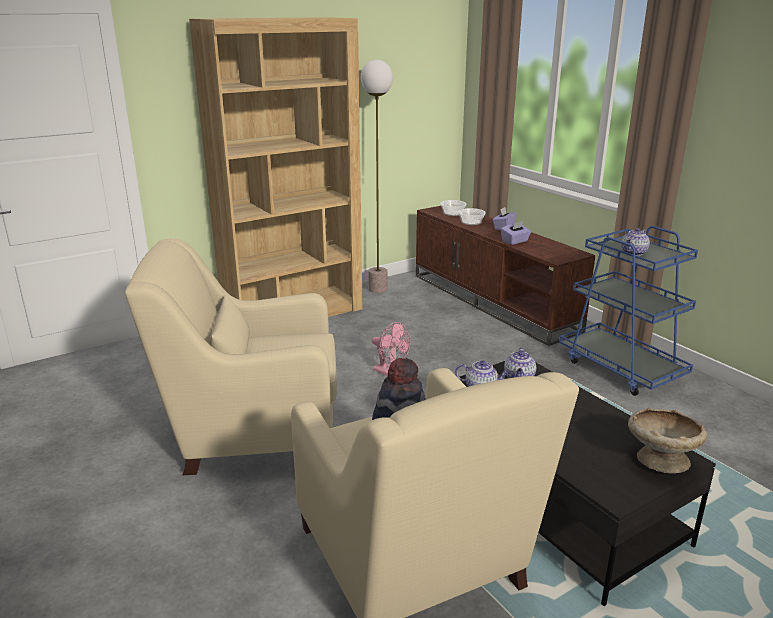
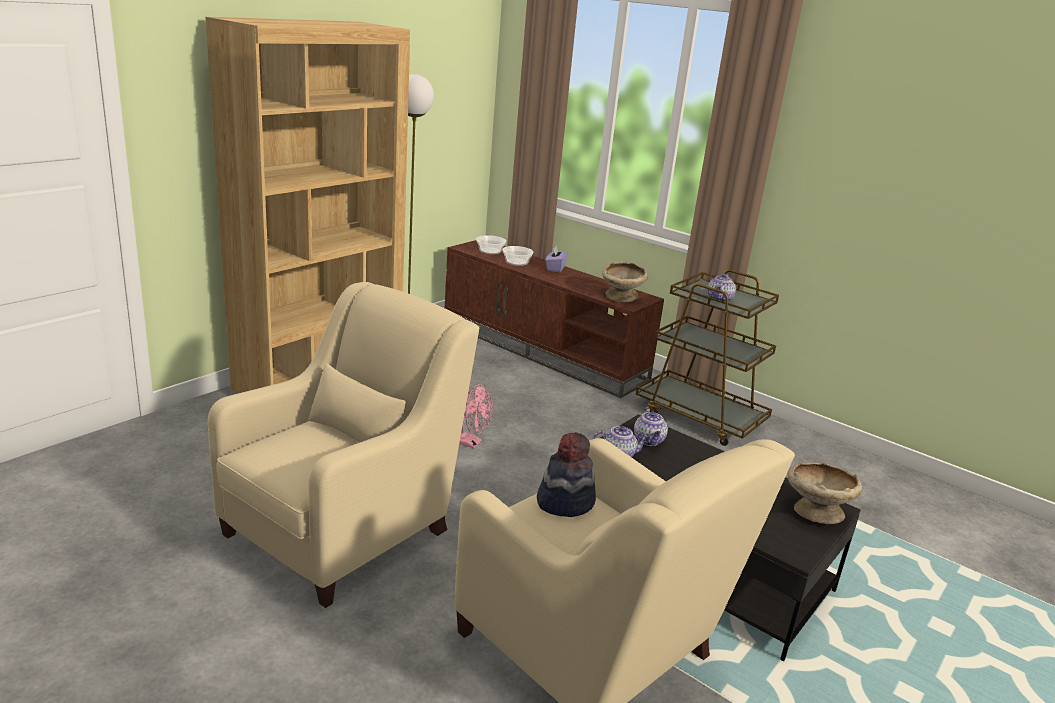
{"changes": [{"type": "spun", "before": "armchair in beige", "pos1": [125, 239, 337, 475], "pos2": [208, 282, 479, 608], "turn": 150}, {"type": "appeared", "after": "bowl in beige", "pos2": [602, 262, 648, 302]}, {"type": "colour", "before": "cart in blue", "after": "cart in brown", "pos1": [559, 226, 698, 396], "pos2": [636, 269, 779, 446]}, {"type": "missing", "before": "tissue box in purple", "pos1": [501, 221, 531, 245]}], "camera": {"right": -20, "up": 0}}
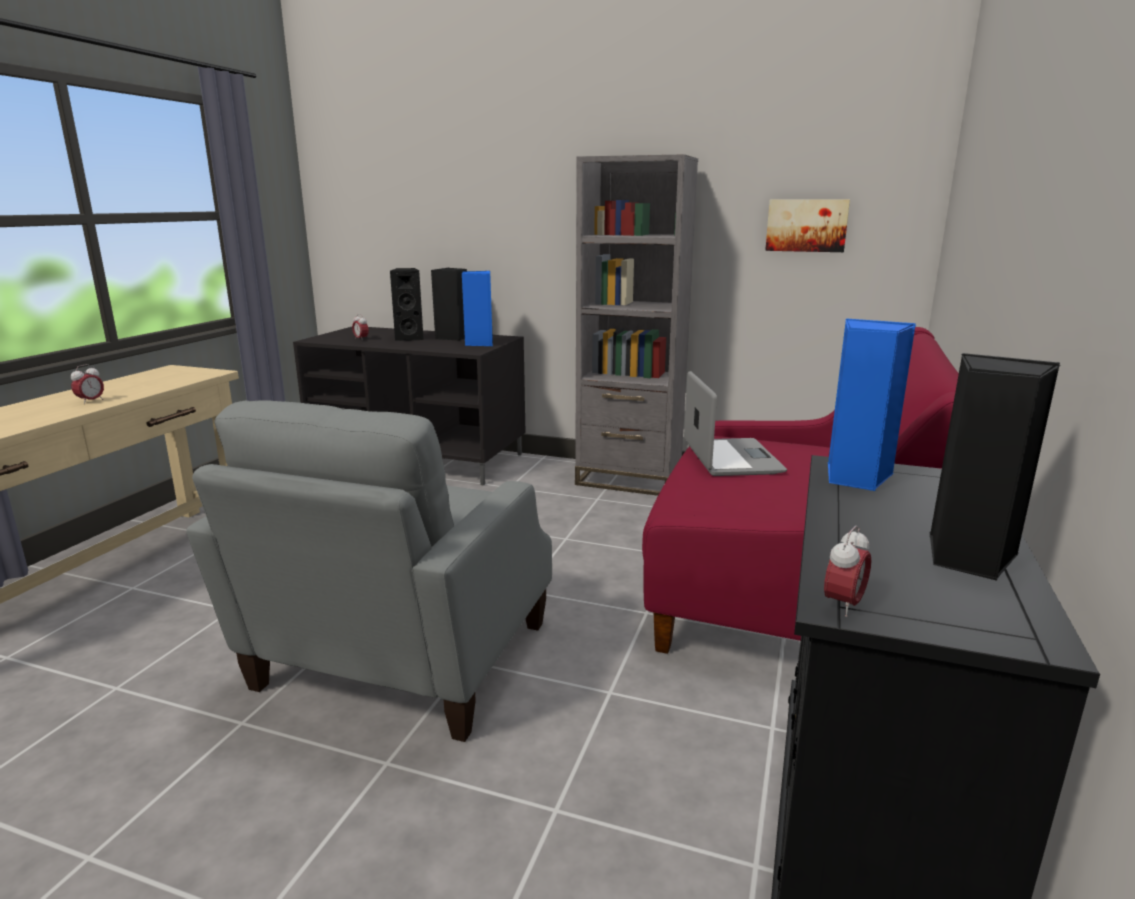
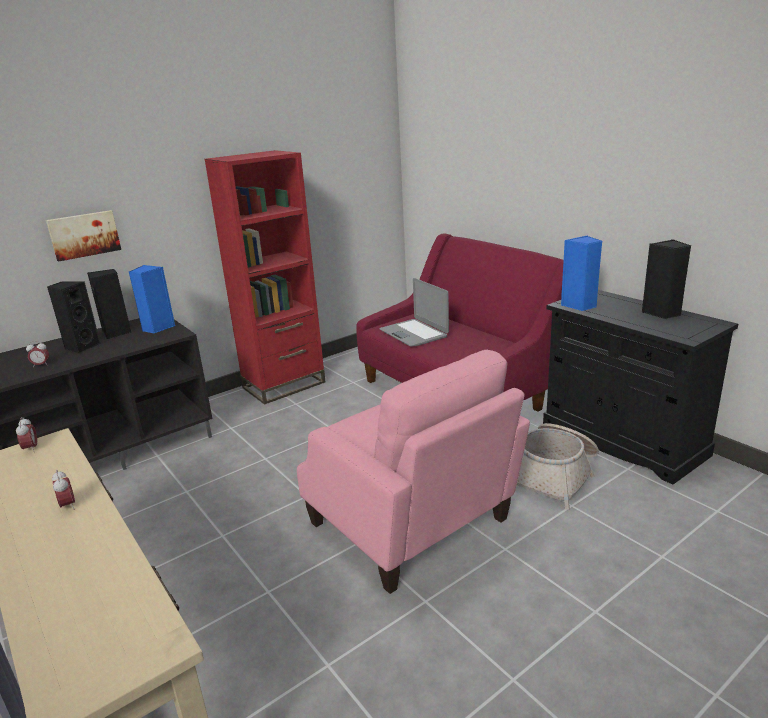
{"changes": [{"type": "relocated", "before": "alarm clock", "pos1": [824, 526, 871, 617], "pos2": [16, 417, 37, 451]}, {"type": "relocated", "before": "picture", "pos1": [765, 200, 850, 252], "pos2": [46, 210, 121, 262]}, {"type": "colour", "before": "bookcase in grey", "after": "bookcase in red", "pos1": [575, 154, 698, 496], "pos2": [204, 150, 326, 405]}, {"type": "colour", "before": "armchair in grey", "after": "armchair in pink", "pos1": [186, 400, 552, 742], "pos2": [297, 350, 530, 594]}, {"type": "spun", "before": "laptop", "pos1": [684, 371, 787, 476], "pos2": [379, 278, 449, 347], "turn": -150}, {"type": "appeared", "after": "basket", "pos2": [517, 423, 599, 510]}], "camera": {"right": -55, "up": 5}}
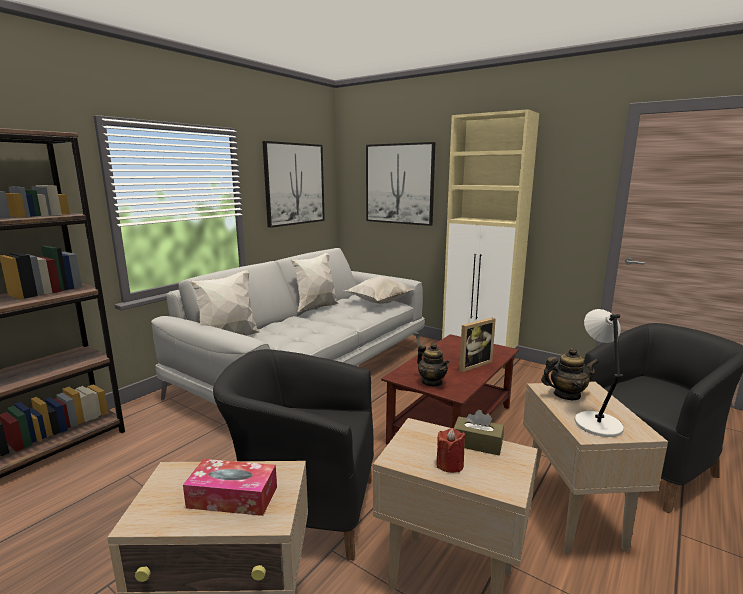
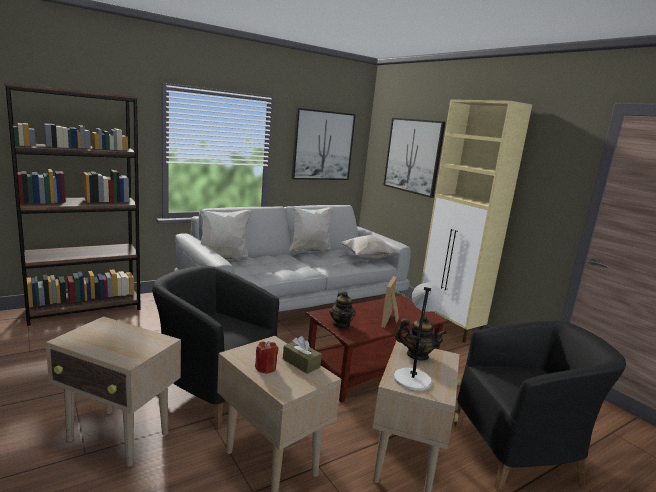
{"changes": [{"type": "spun", "before": "picture frame", "pos1": [459, 318, 496, 372], "pos2": [381, 276, 399, 328], "turn": 120}, {"type": "missing", "before": "tissue box", "pos1": [183, 459, 277, 516]}], "camera": {"right": 20, "up": 0}}
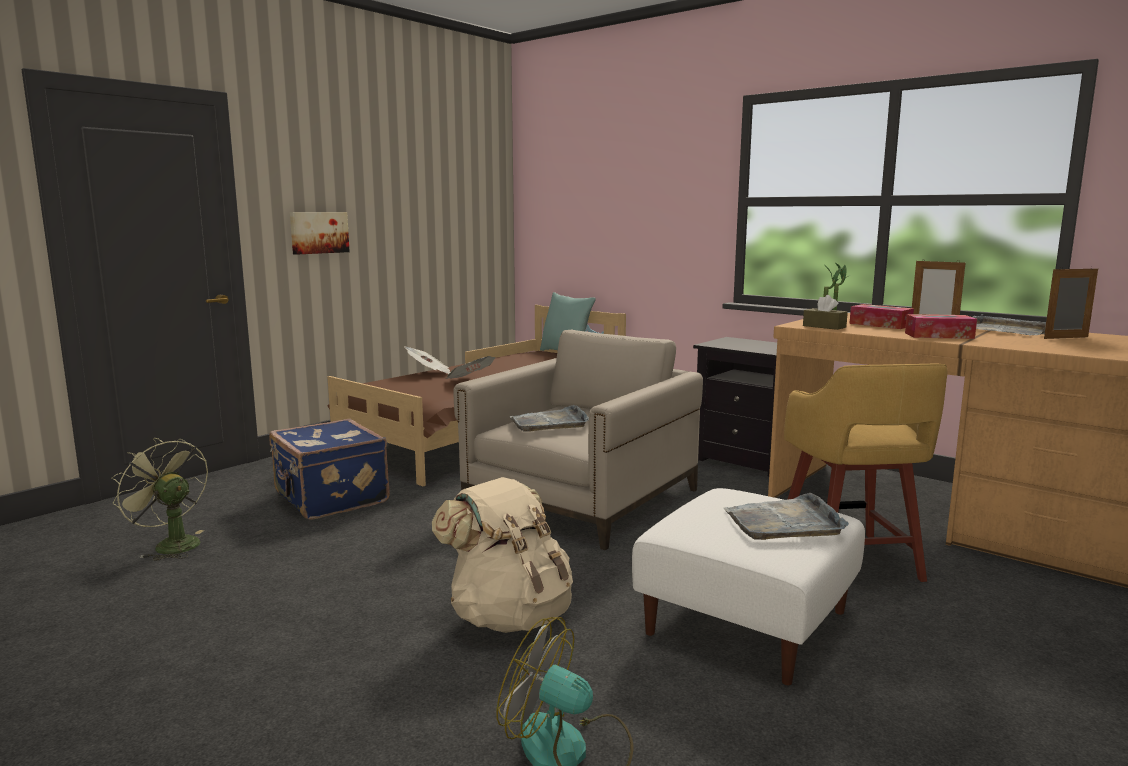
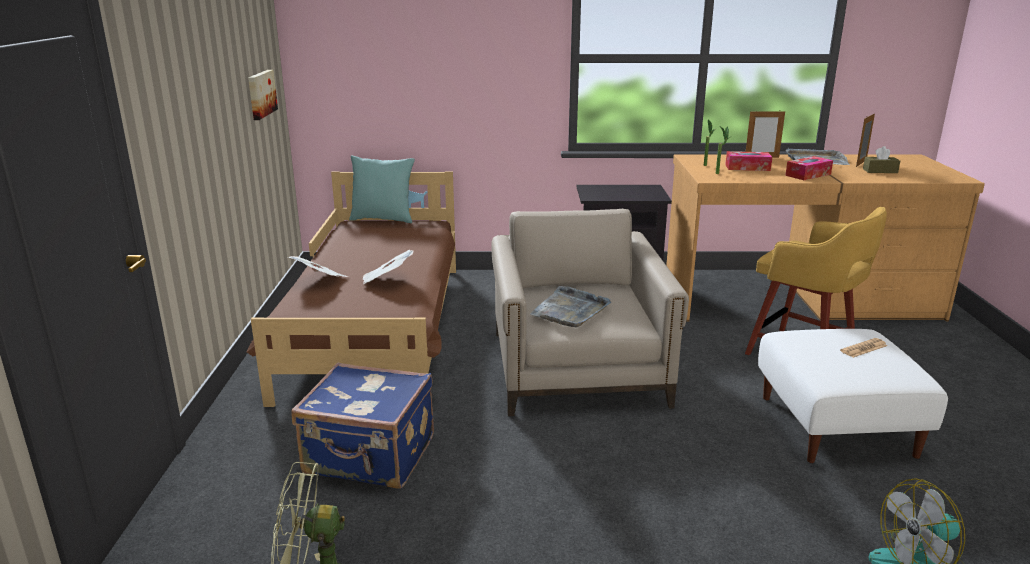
{"changes": [{"type": "relocated", "before": "picture", "pos1": [290, 212, 350, 255], "pos2": [248, 70, 278, 120]}, {"type": "exchanged", "before": "tray in grey", "after": "newspaper", "pos1": [724, 493, 849, 540], "pos2": [840, 338, 887, 358]}, {"type": "relocated", "before": "tissue box in brown", "pos1": [803, 295, 848, 330], "pos2": [863, 146, 900, 173]}, {"type": "missing", "before": "backpack in beige", "pos1": [432, 477, 573, 633]}], "camera": {"right": -40, "up": 10}}
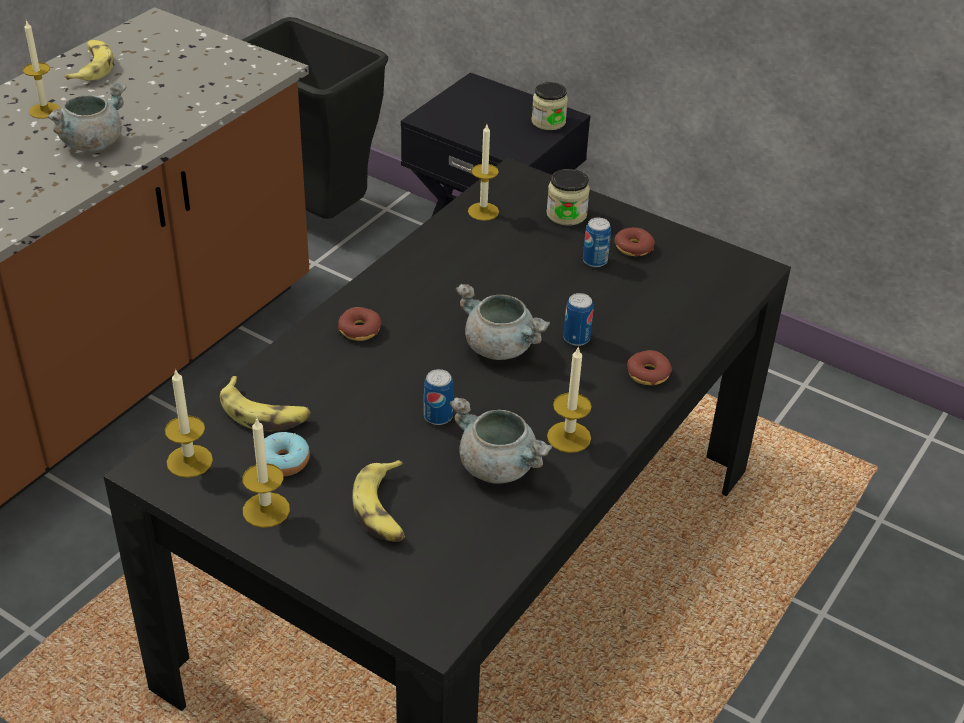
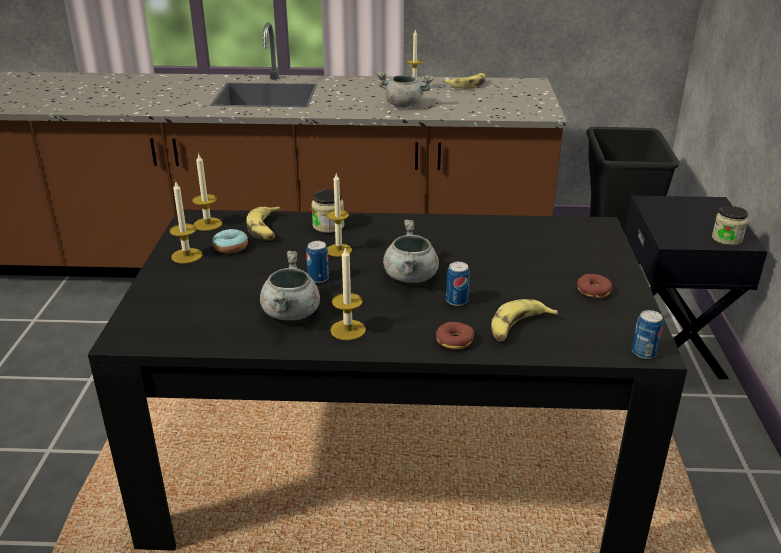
{"changes": [{"type": "relocated", "before": "jar", "pos1": [546, 169, 590, 225], "pos2": [311, 189, 345, 233]}, {"type": "relocated", "before": "candle", "pos1": [468, 125, 499, 221], "pos2": [326, 174, 352, 257]}, {"type": "relocated", "before": "banana", "pos1": [352, 460, 405, 542], "pos2": [491, 299, 558, 341]}, {"type": "relocated", "before": "can", "pos1": [583, 218, 611, 267], "pos2": [632, 310, 663, 359]}, {"type": "missing", "before": "donut", "pos1": [338, 307, 381, 341]}], "camera": {"right": 60, "up": -10}}
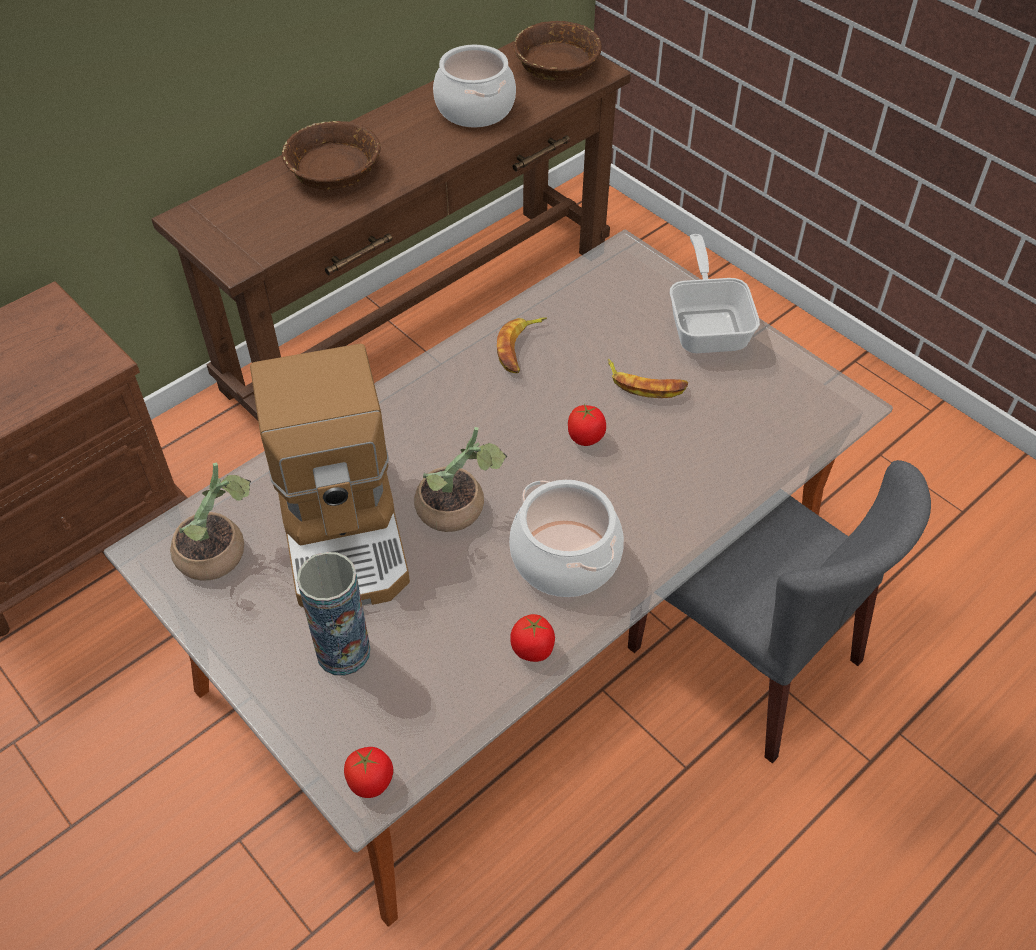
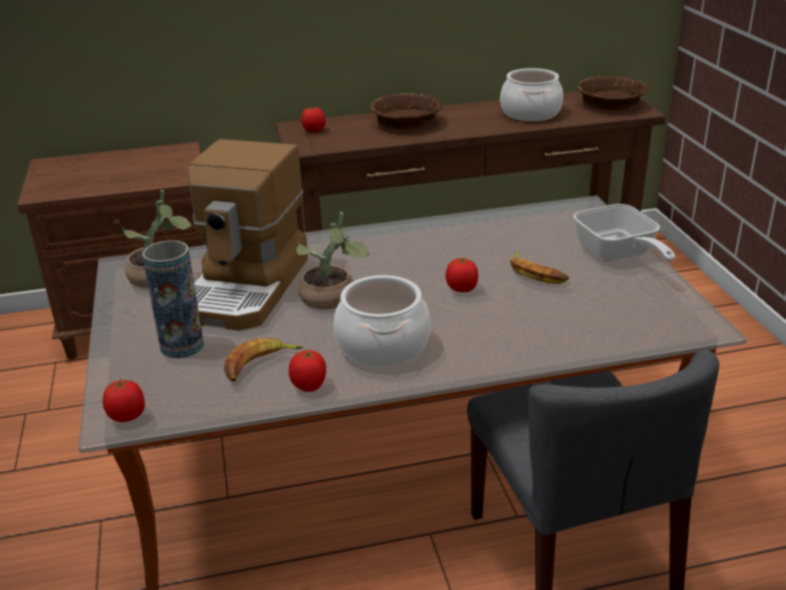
{"changes": [{"type": "relocated", "before": "banana", "pos1": [497, 318, 547, 373], "pos2": [224, 338, 303, 381]}, {"type": "appeared", "after": "tomato", "pos2": [301, 106, 326, 132]}, {"type": "spun", "before": "frying pan", "pos1": [670, 234, 760, 353], "pos2": [573, 204, 675, 262], "turn": 135}], "camera": {"right": 30, "up": -20}}
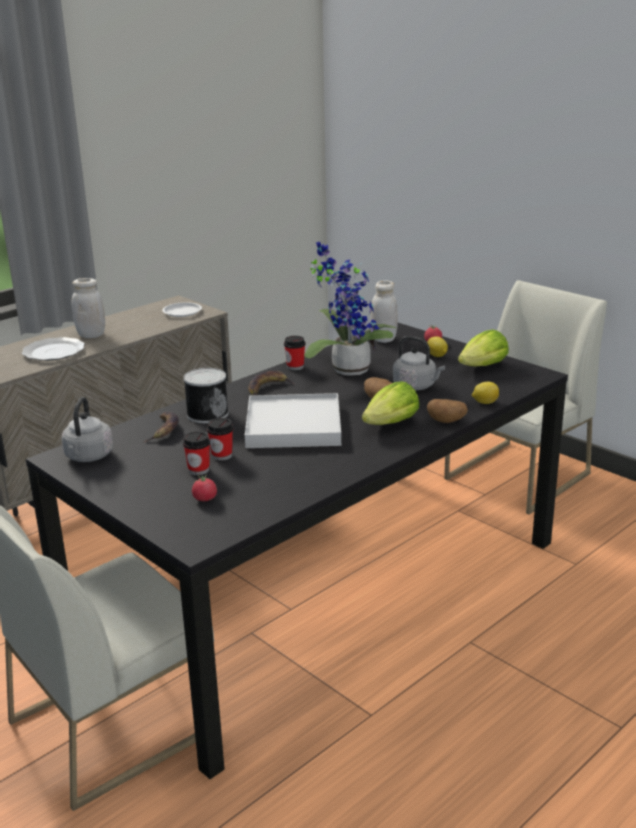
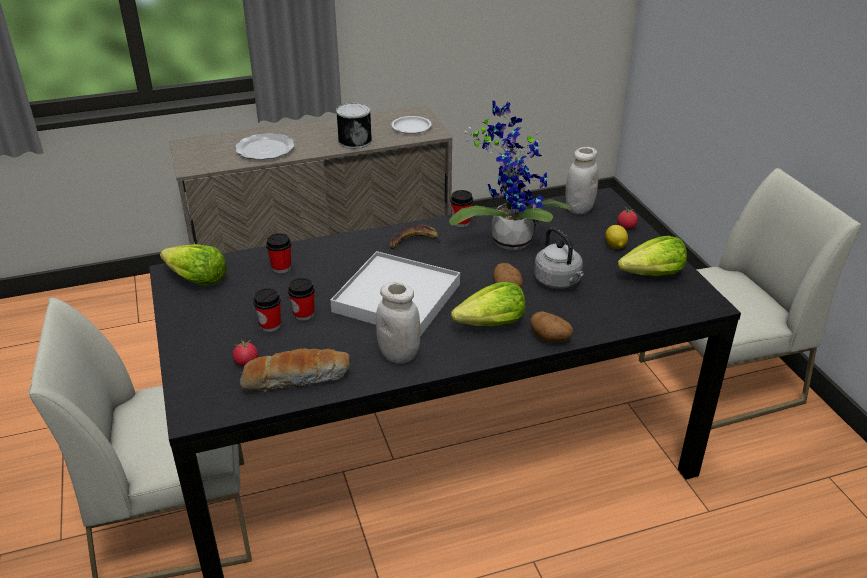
{"changes": [{"type": "exchanged", "before": "kettle in grey", "after": "lettuce", "pos1": [61, 397, 113, 462], "pos2": [160, 244, 227, 286]}, {"type": "appeared", "after": "bread", "pos2": [240, 348, 350, 392]}, {"type": "exchanged", "before": "banana", "after": "cup", "pos1": [143, 412, 179, 442], "pos2": [266, 233, 291, 273]}, {"type": "relocated", "before": "can", "pos1": [183, 368, 229, 423], "pos2": [336, 103, 372, 149]}, {"type": "relocated", "before": "jar in white", "pos1": [71, 278, 105, 338], "pos2": [376, 282, 420, 364]}, {"type": "missing", "before": "lemon", "pos1": [472, 382, 499, 404]}], "camera": {"right": 25, "up": 10}}
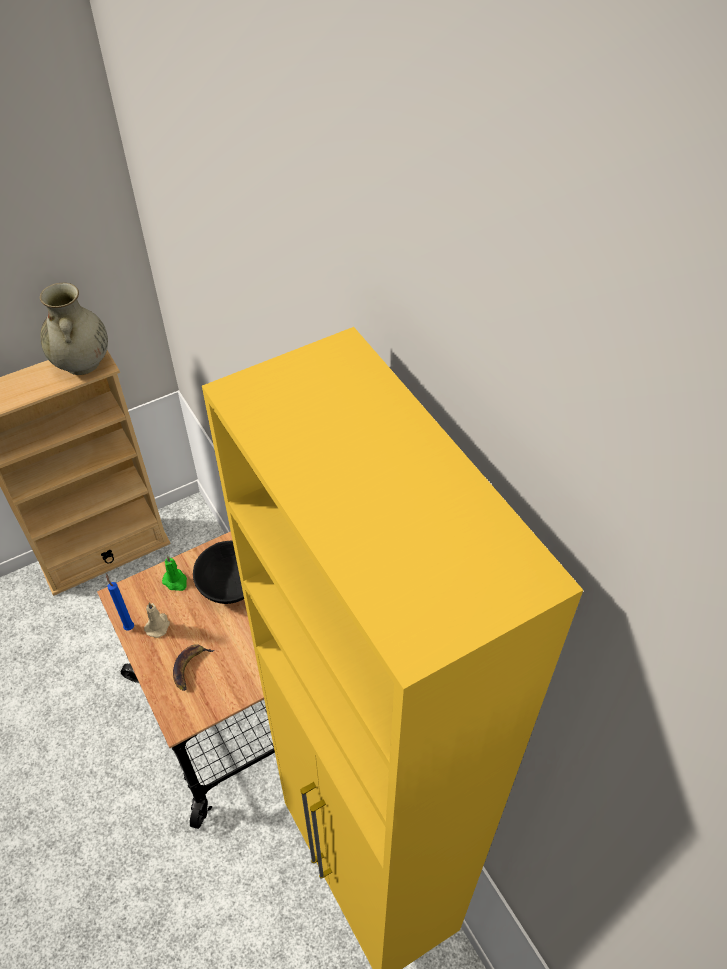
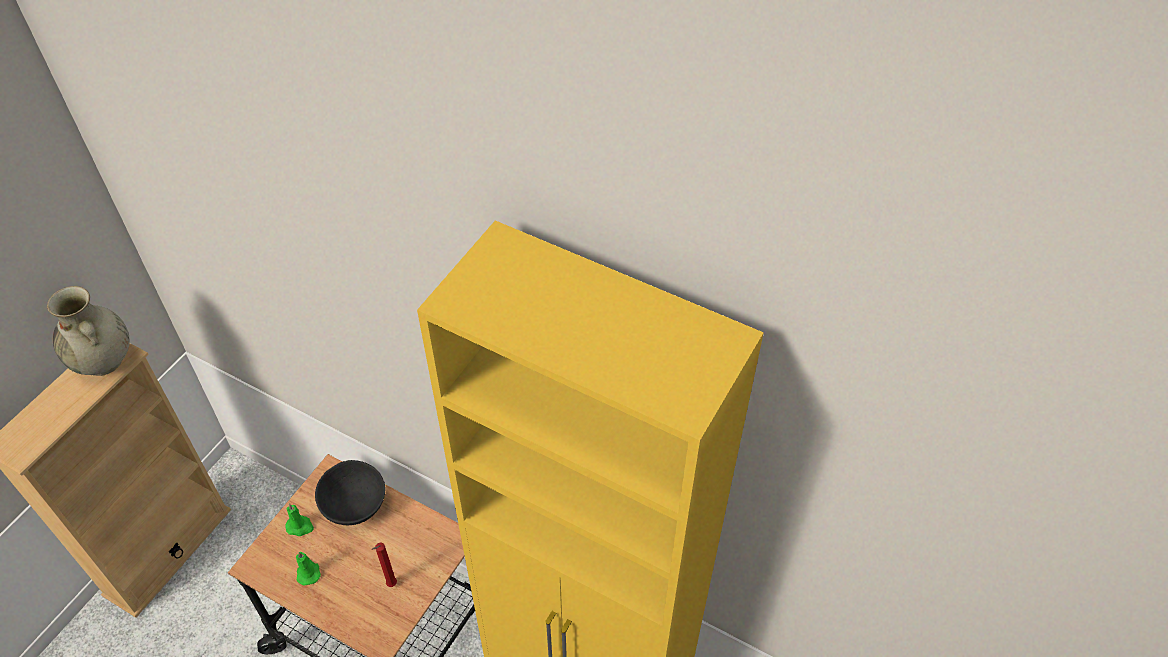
{"changes": [{"type": "colour", "before": "candle in beige", "after": "candle in green", "pos1": [144, 603, 170, 638], "pos2": [296, 552, 321, 586]}, {"type": "appeared", "after": "candle in red", "pos2": [371, 543, 397, 587]}, {"type": "missing", "before": "candle in blue", "pos1": [106, 574, 134, 631]}, {"type": "missing", "before": "banana", "pos1": [173, 644, 215, 691]}], "camera": {"right": -30, "up": 0}}
